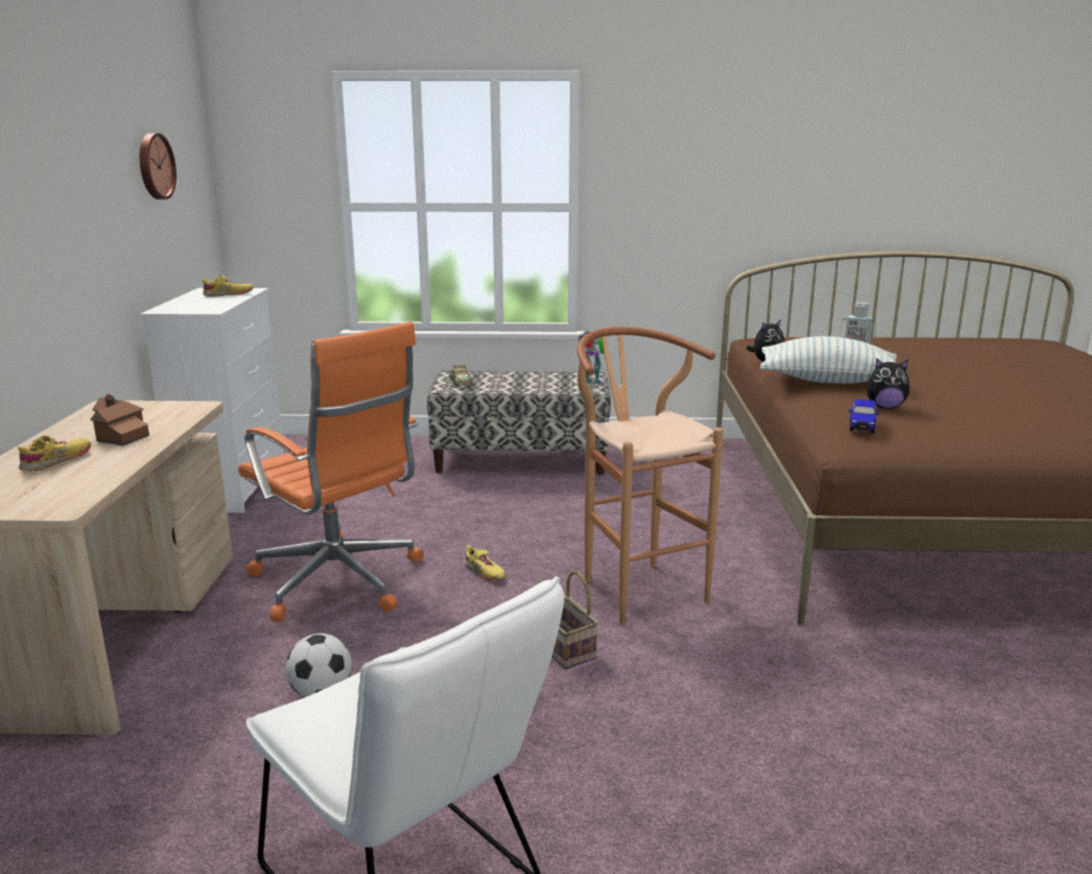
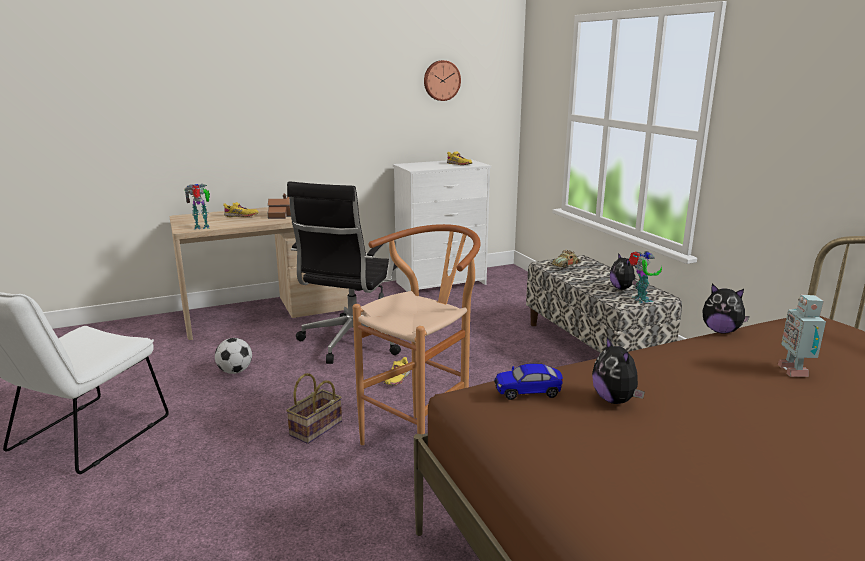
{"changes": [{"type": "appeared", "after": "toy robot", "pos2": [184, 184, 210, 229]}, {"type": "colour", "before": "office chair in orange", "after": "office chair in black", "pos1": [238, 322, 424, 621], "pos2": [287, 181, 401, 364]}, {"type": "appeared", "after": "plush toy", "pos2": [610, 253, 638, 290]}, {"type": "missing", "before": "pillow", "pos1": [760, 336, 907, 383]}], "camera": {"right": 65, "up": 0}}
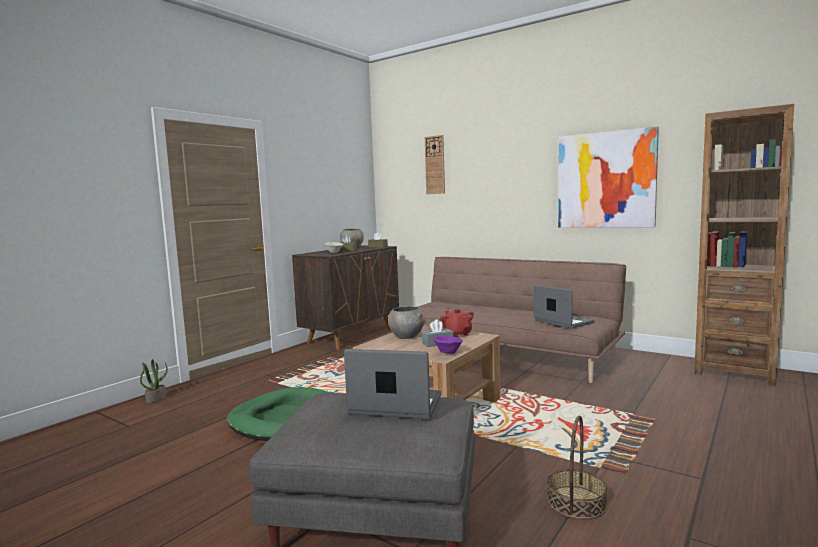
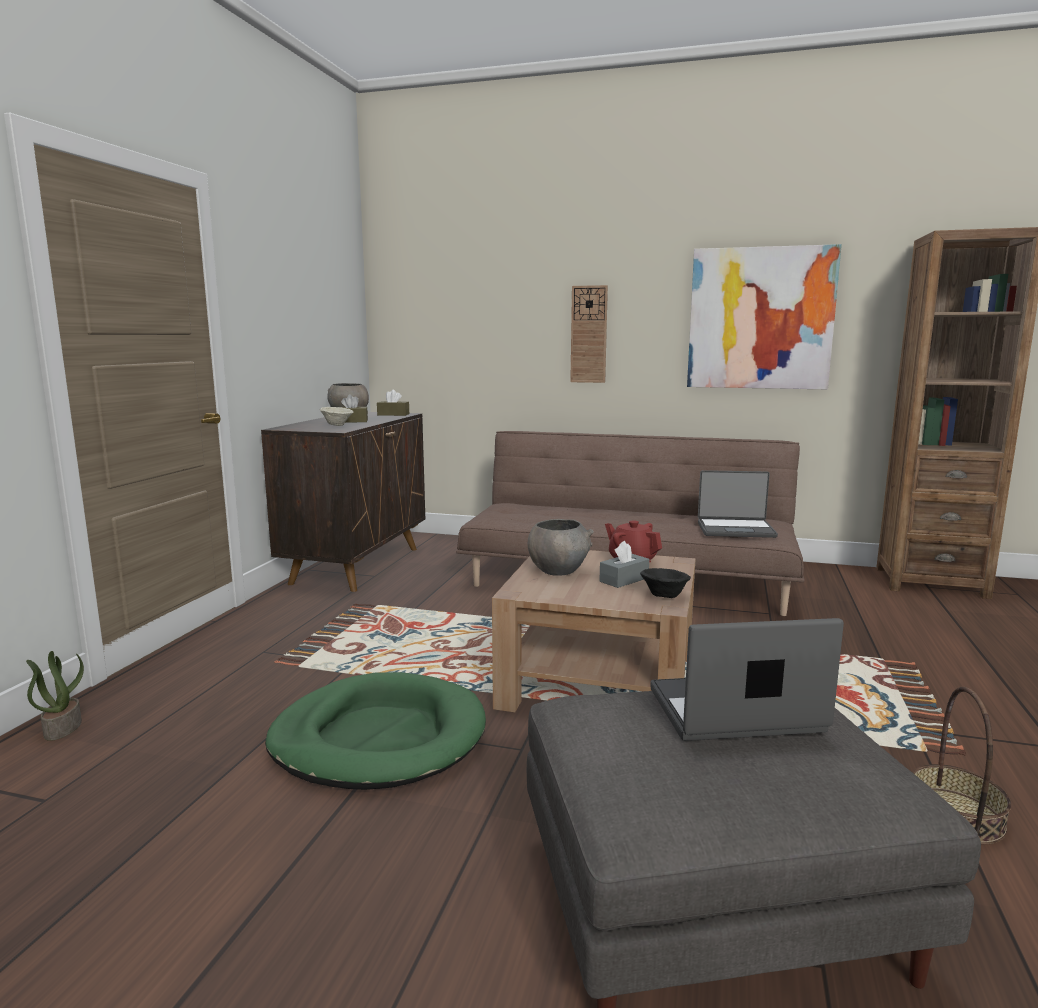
{"changes": [{"type": "relocated", "before": "wall clock", "pos1": [425, 135, 445, 194], "pos2": [570, 285, 608, 383]}, {"type": "colour", "before": "bowl in purple", "after": "bowl in black", "pos1": [433, 336, 463, 354], "pos2": [640, 568, 691, 598]}, {"type": "spun", "before": "laptop", "pos1": [534, 285, 594, 329], "pos2": [698, 470, 778, 538], "turn": 150}], "camera": {"right": -20, "up": 5}}
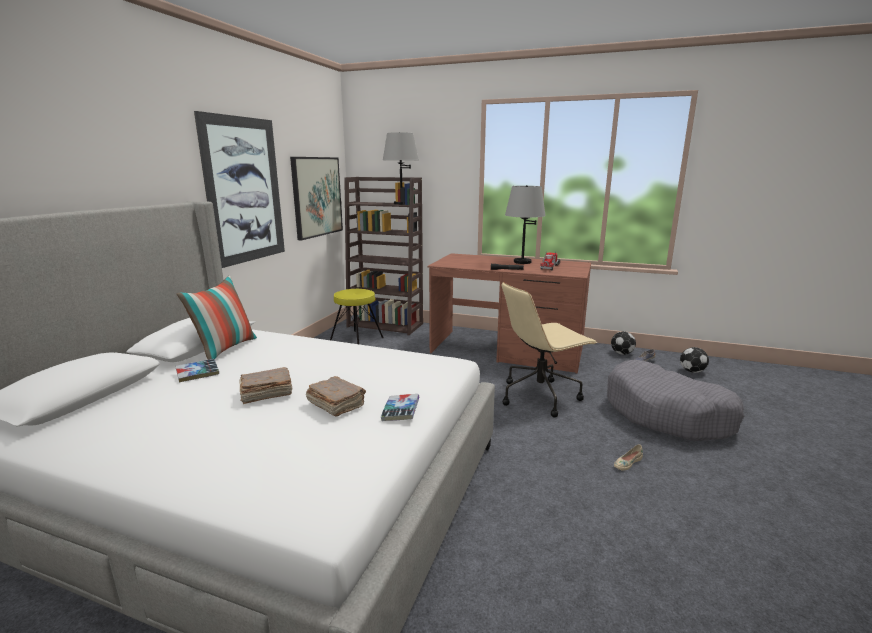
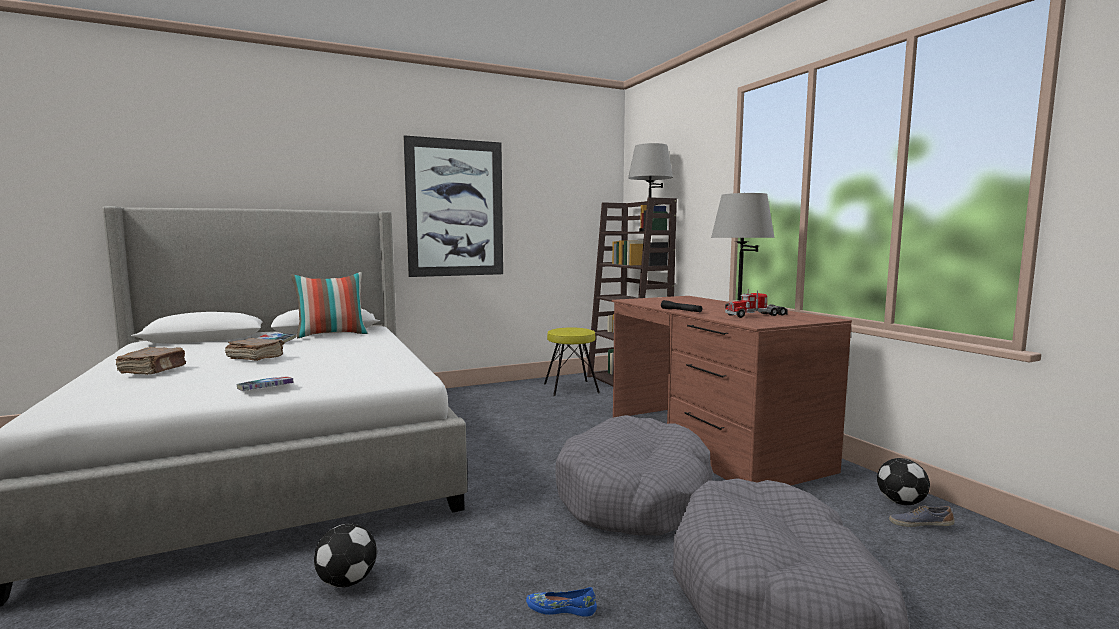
{"changes": [{"type": "relocated", "before": "book in brown", "pos1": [306, 376, 366, 417], "pos2": [116, 347, 186, 375]}, {"type": "relocated", "before": "football", "pos1": [680, 347, 709, 373], "pos2": [314, 524, 377, 588]}, {"type": "colour", "before": "shoe in beige", "after": "shoe in blue", "pos1": [614, 444, 643, 470], "pos2": [526, 587, 597, 617]}, {"type": "exchanged", "before": "office chair in beige", "after": "dog bed in grey", "pos1": [502, 282, 597, 417], "pos2": [556, 415, 713, 535]}, {"type": "missing", "before": "picture", "pos1": [290, 157, 343, 241]}], "camera": {"right": 45, "up": -10}}
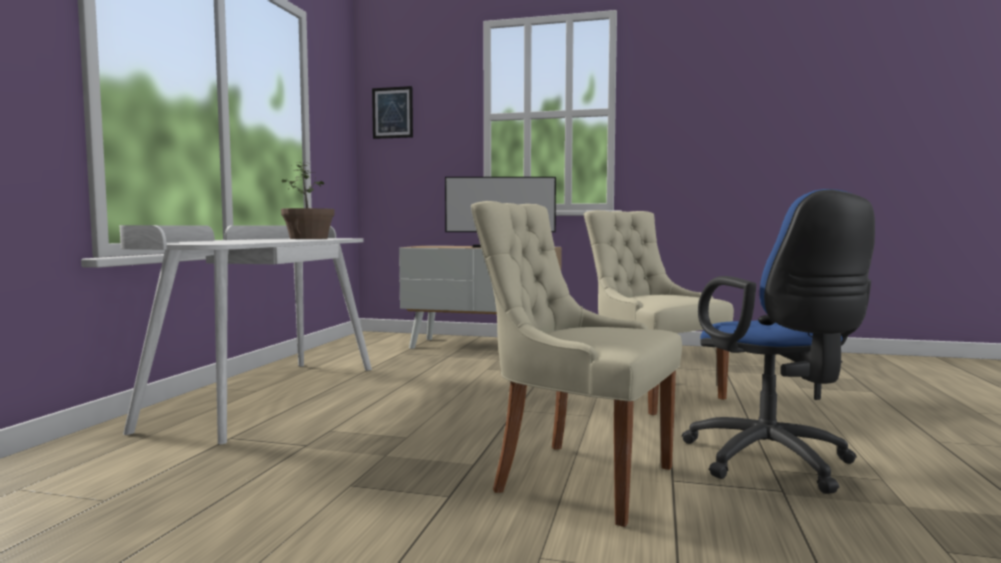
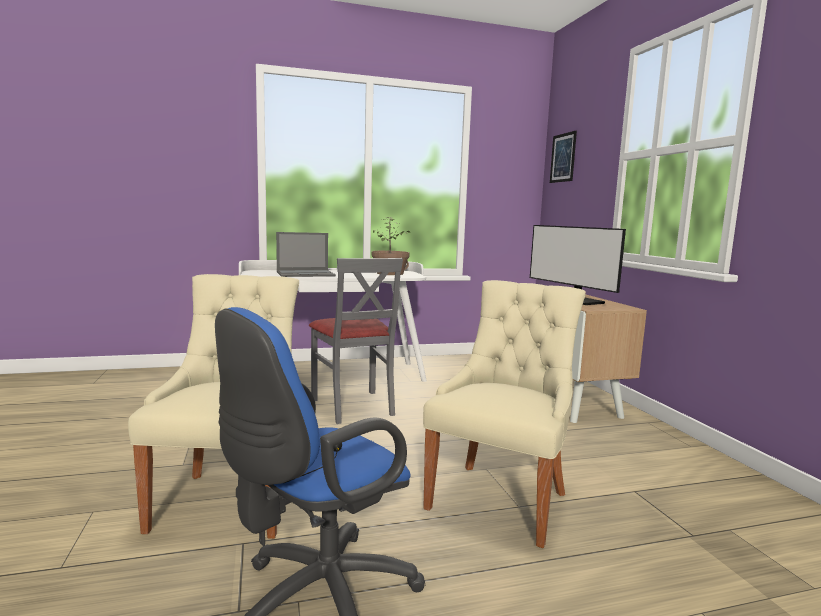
{"changes": [{"type": "appeared", "after": "laptop", "pos2": [276, 232, 336, 277]}, {"type": "appeared", "after": "chair in grey", "pos2": [309, 258, 403, 424]}], "camera": {"right": 60, "up": 5}}
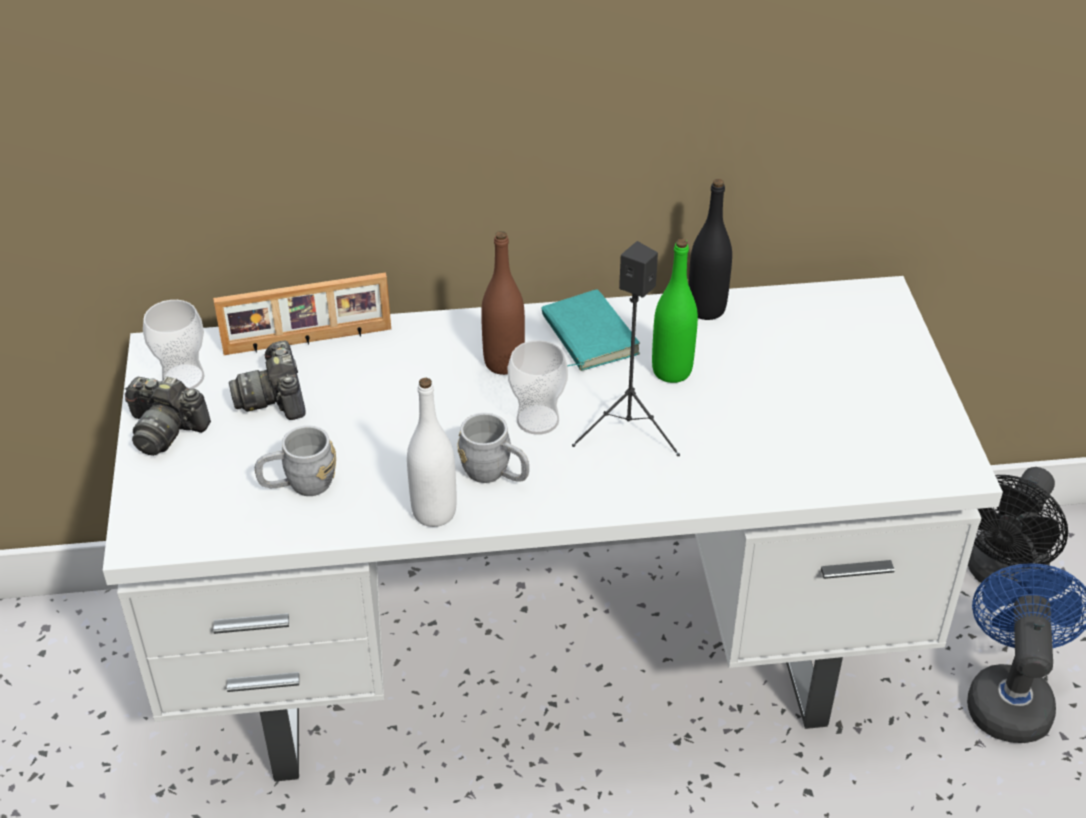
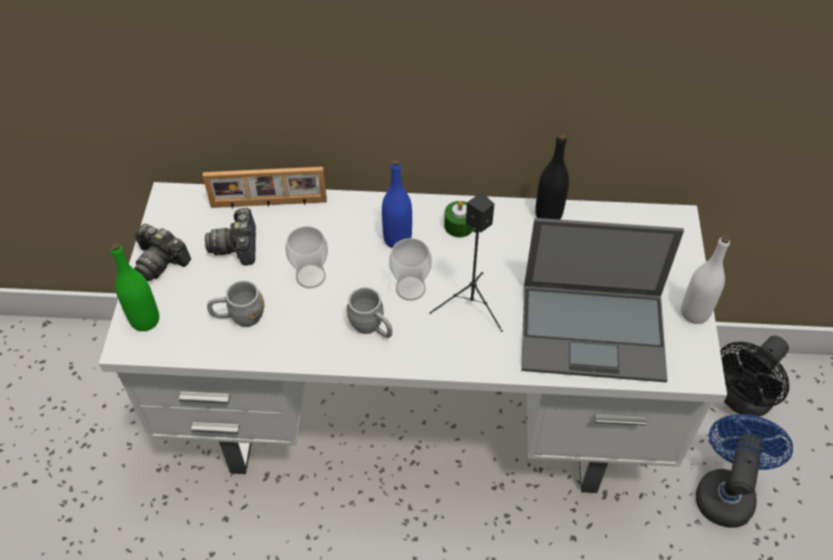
{"changes": [{"type": "relocated", "before": "bottle in green", "pos1": [652, 239, 698, 383], "pos2": [111, 243, 159, 331]}, {"type": "relocated", "before": "cup", "pos1": [143, 300, 205, 389], "pos2": [285, 226, 328, 288]}, {"type": "colour", "before": "bottle in brown", "after": "bottle in blue", "pos1": [481, 231, 525, 375], "pos2": [382, 159, 412, 248]}, {"type": "exchanged", "before": "book in turquoise", "after": "candle in green", "pos1": [542, 289, 640, 371], "pos2": [444, 201, 474, 237]}, {"type": "appeared", "after": "laptop", "pos2": [521, 218, 684, 382]}, {"type": "relocated", "before": "bottle in white", "pos1": [407, 378, 457, 527], "pos2": [681, 235, 730, 324]}], "camera": {"right": 10, "up": 10}}
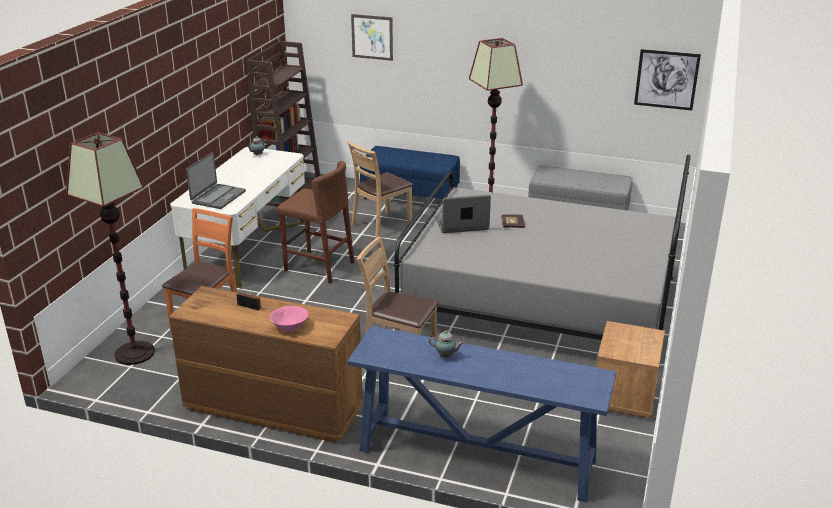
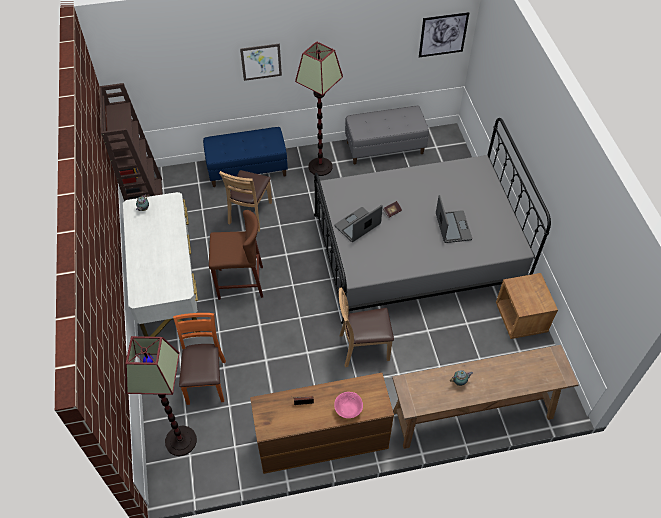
{"changes": [{"type": "relocated", "before": "picture", "pos1": [351, 14, 393, 61], "pos2": [240, 43, 282, 81]}, {"type": "colour", "before": "console table in blue", "after": "console table in brown", "pos1": [348, 326, 616, 502], "pos2": [392, 345, 579, 449]}, {"type": "relocated", "before": "laptop", "pos1": [186, 152, 246, 209], "pos2": [436, 195, 472, 243]}], "camera": {"right": -30, "up": 25}}
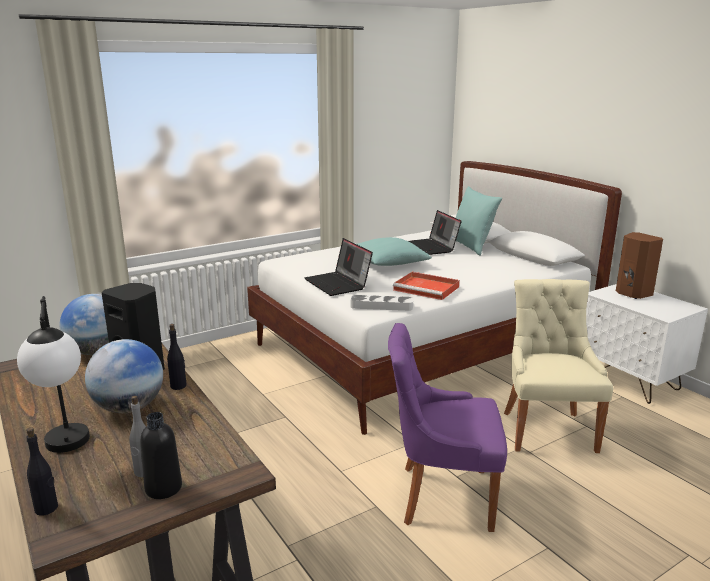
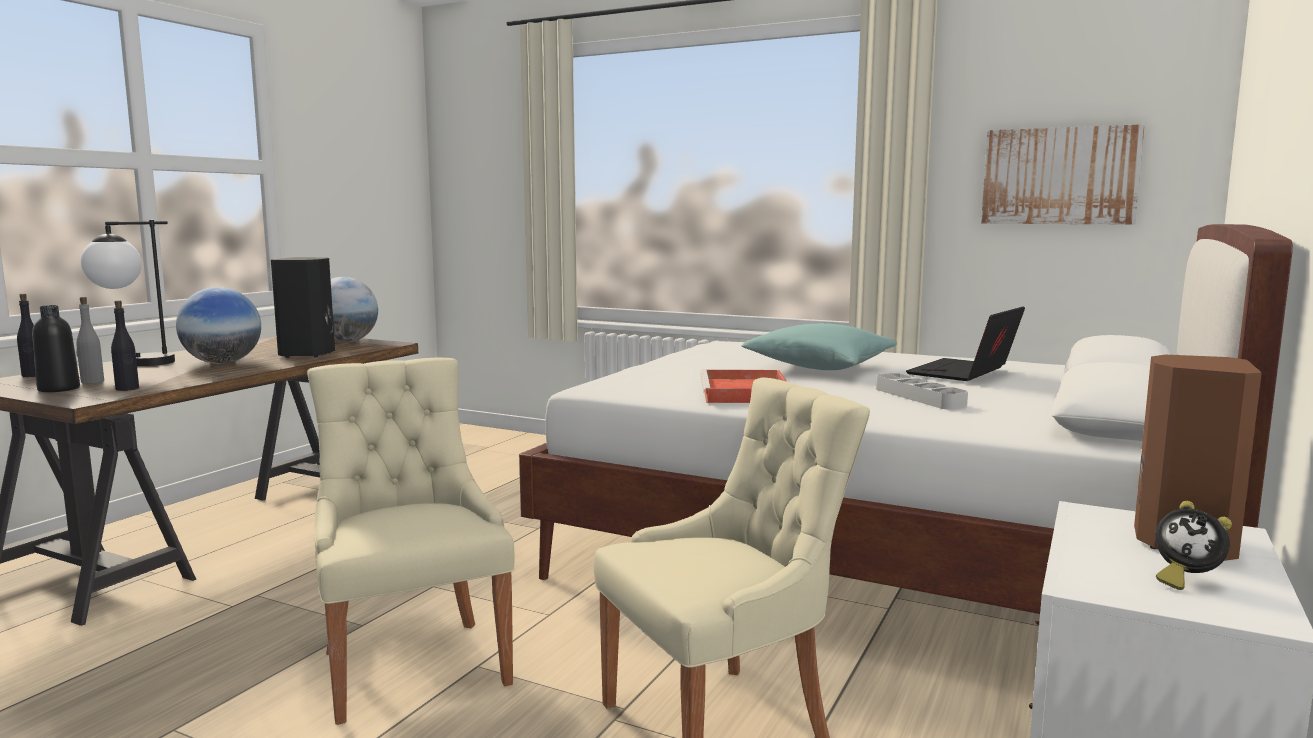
{"changes": [{"type": "relocated", "before": "bottle in black", "pos1": [167, 324, 187, 390], "pos2": [111, 300, 139, 391]}, {"type": "colour", "before": "chair in purple", "after": "chair in beige", "pos1": [388, 323, 507, 532], "pos2": [307, 357, 514, 725]}, {"type": "relocated", "before": "tray in grey", "pos1": [351, 295, 413, 311], "pos2": [876, 373, 968, 409]}, {"type": "appeared", "after": "picture", "pos2": [981, 124, 1145, 225]}, {"type": "appeared", "after": "alarm clock", "pos2": [1155, 501, 1232, 590]}, {"type": "missing", "before": "laptop", "pos1": [305, 238, 373, 296]}, {"type": "missing", "before": "pillow in turquoise", "pos1": [456, 186, 502, 256]}], "camera": {"right": 60, "up": -10}}
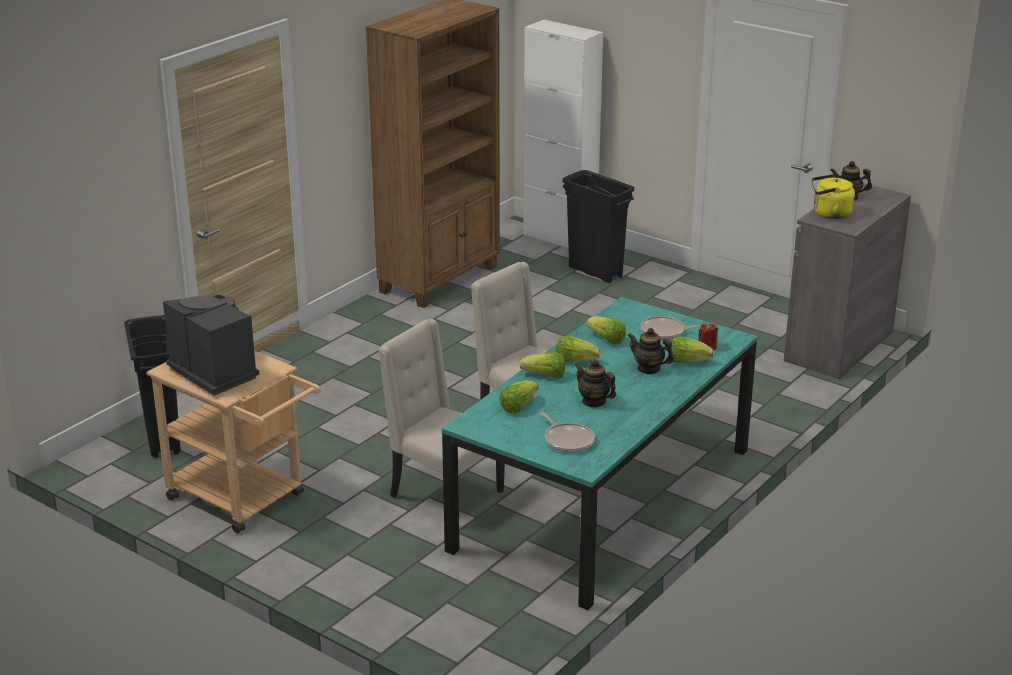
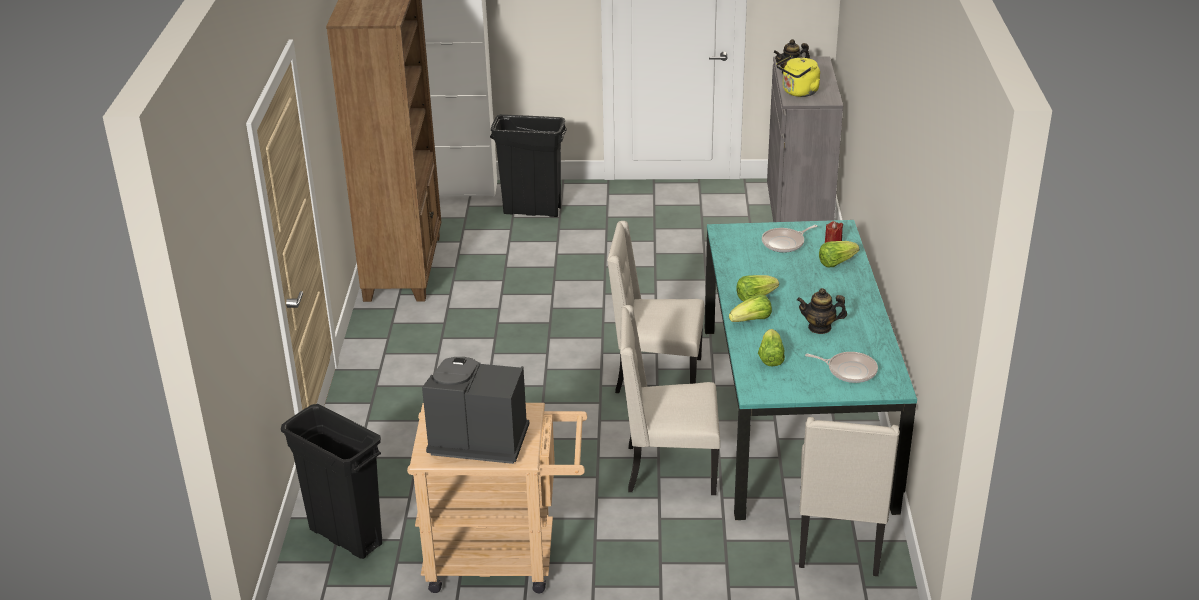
{"changes": [{"type": "appeared", "after": "chair in beige", "pos2": [799, 417, 900, 576]}, {"type": "missing", "before": "lettuce", "pos1": [586, 316, 626, 345]}, {"type": "missing", "before": "teapot", "pos1": [628, 328, 674, 374]}], "camera": {"right": -35, "up": 5}}
